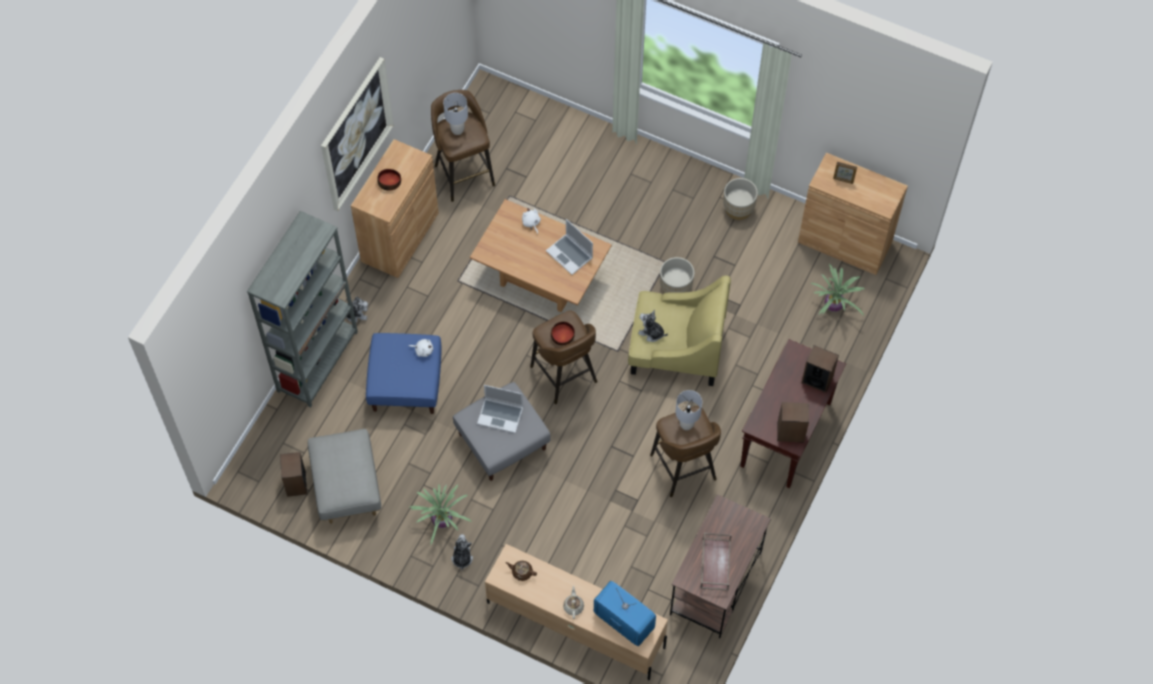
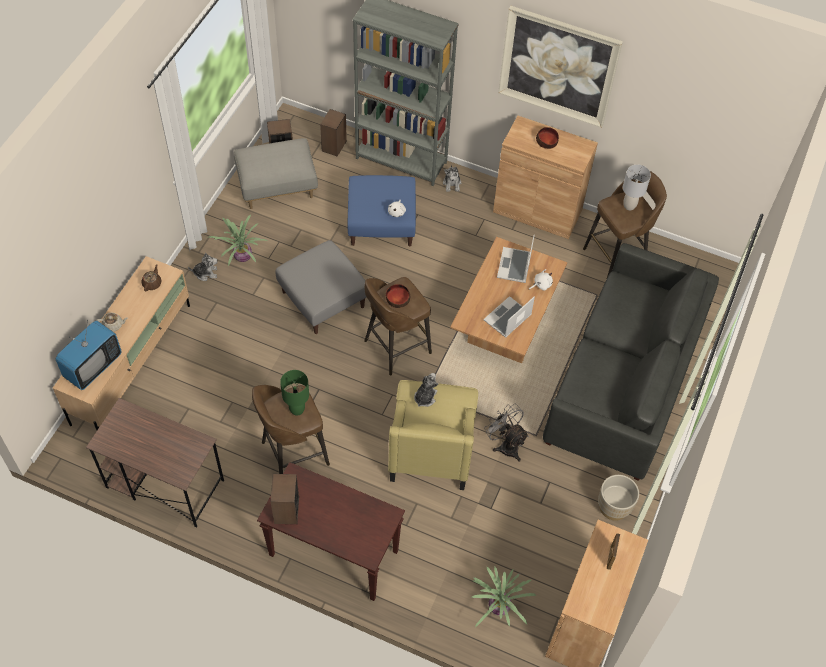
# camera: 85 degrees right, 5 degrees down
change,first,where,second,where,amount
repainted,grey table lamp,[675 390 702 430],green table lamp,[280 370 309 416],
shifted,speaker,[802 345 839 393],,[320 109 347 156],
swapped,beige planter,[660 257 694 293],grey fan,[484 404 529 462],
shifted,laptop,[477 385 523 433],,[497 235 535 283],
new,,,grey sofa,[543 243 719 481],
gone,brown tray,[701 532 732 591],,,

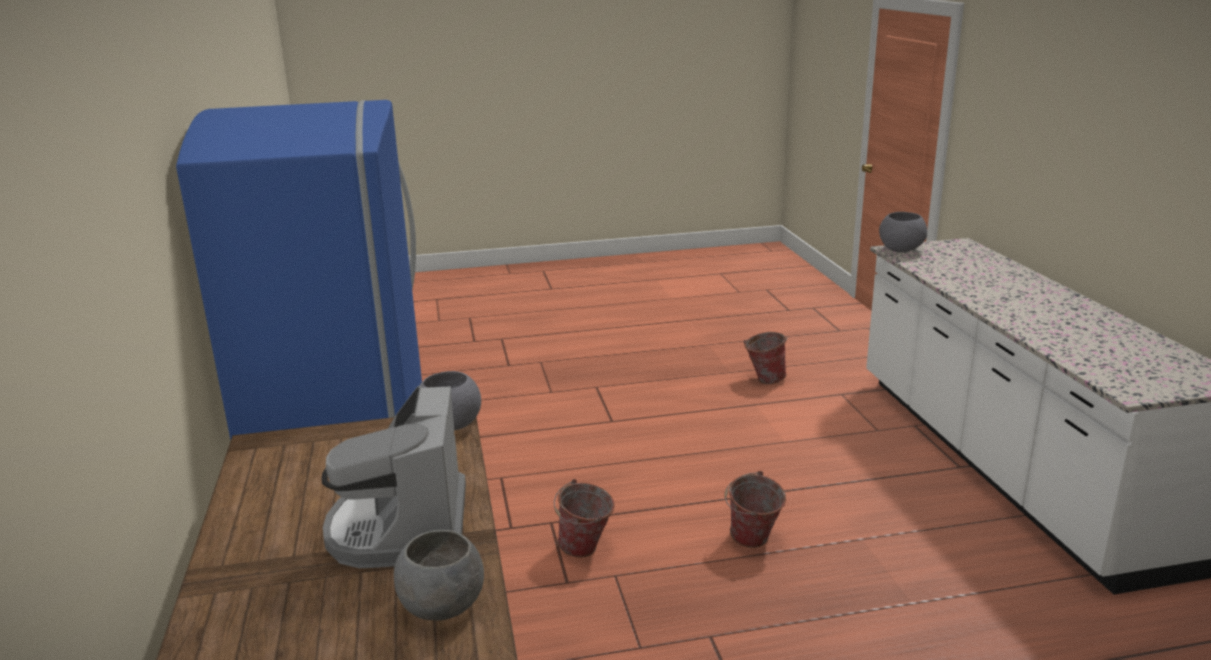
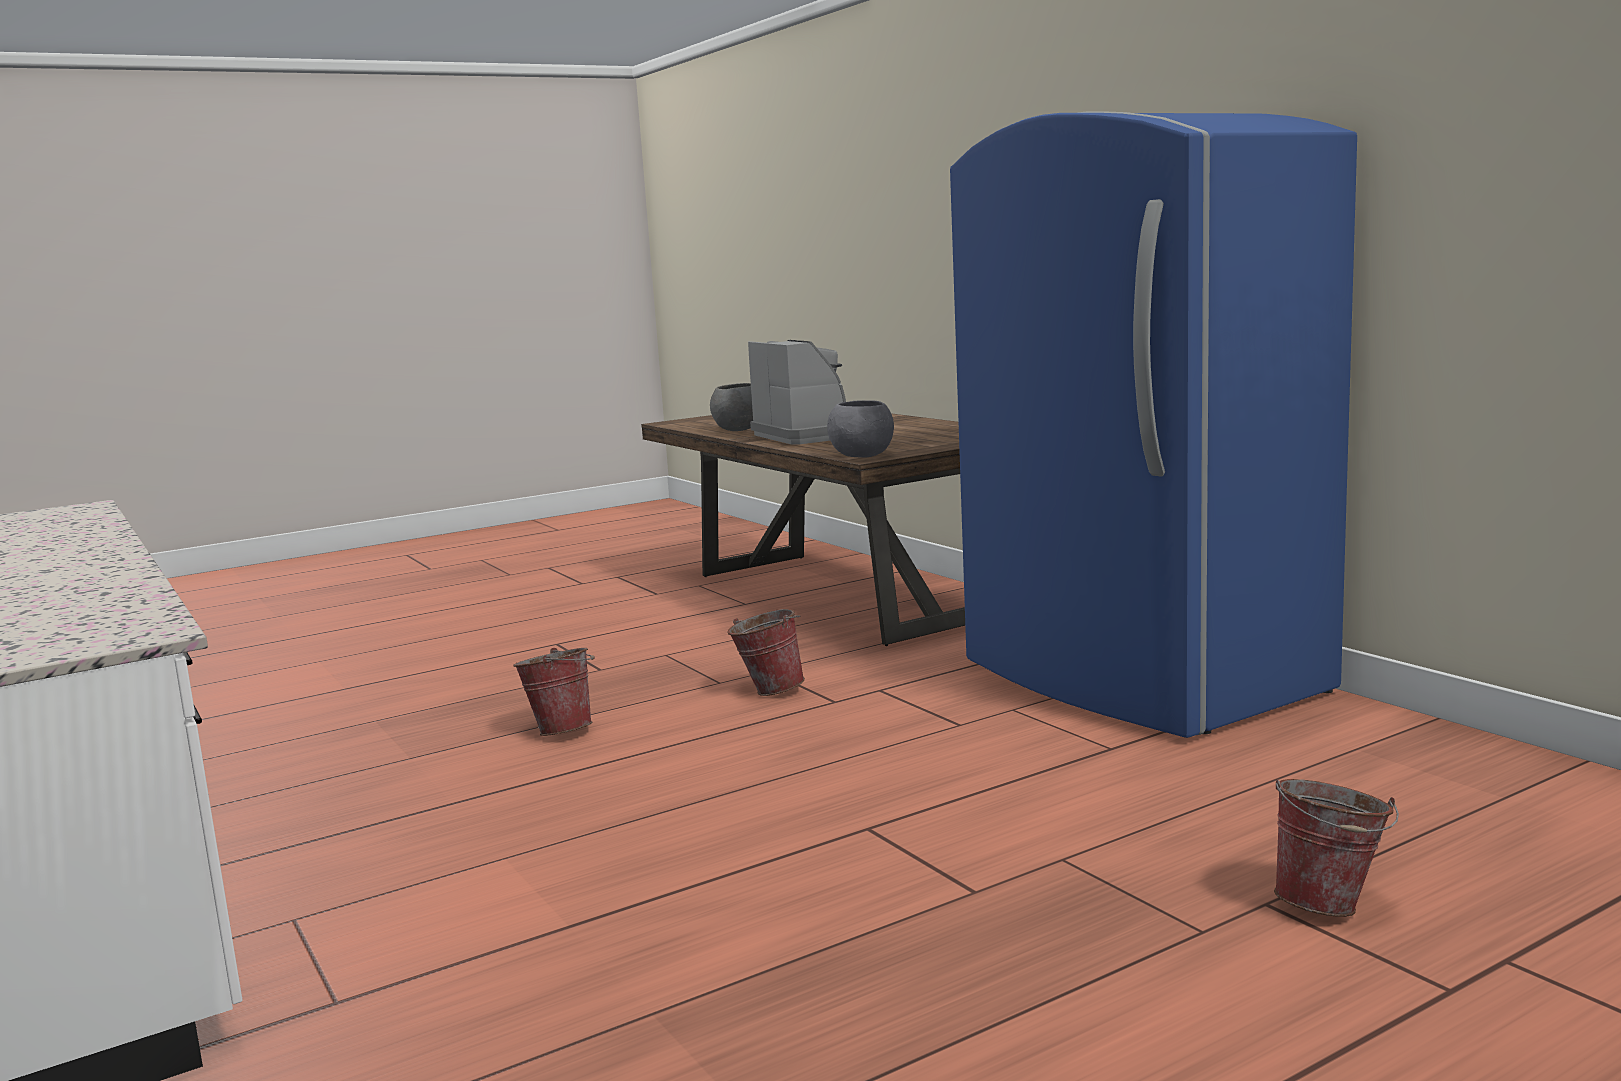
# camera: 160 degrees right, 10 degrees down
change,first,where,second,where,amount
shifted,bucket,[743 332 788 384],,[1274 779 1399 917],
gone,grey bowl,[879 212 927 253],,,

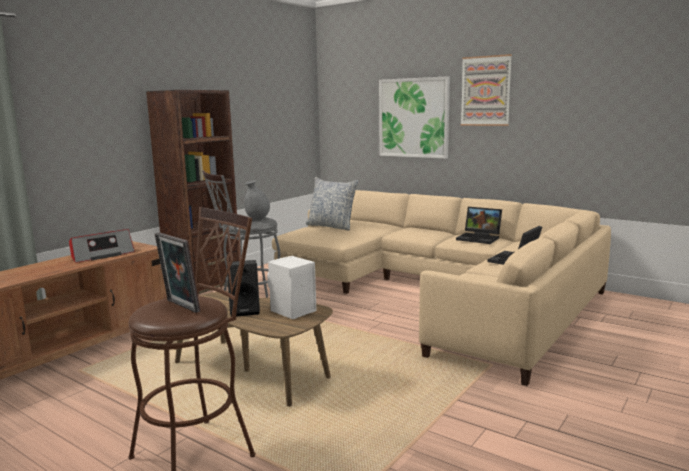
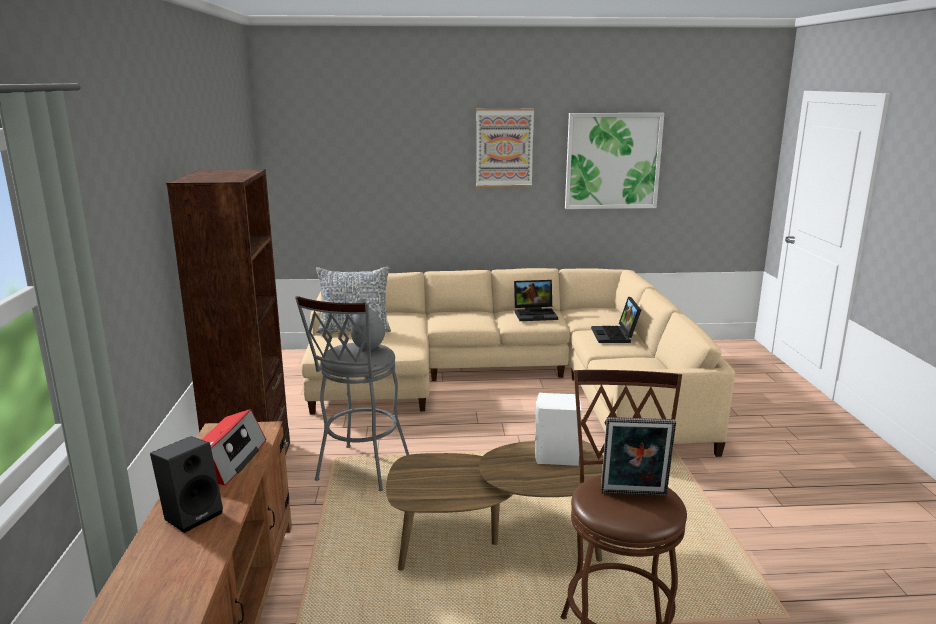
# camera: 40 degrees left, 5 degrees up
change,first,where,second,where,amount
shifted,black speaker,[227 260 260 317],,[150 436 223 533],
shifted,picture,[379 76 450 159],,[565 113 664 209],

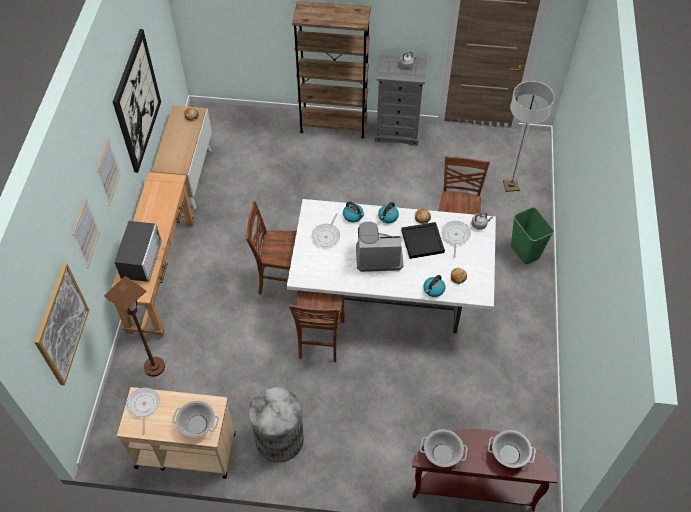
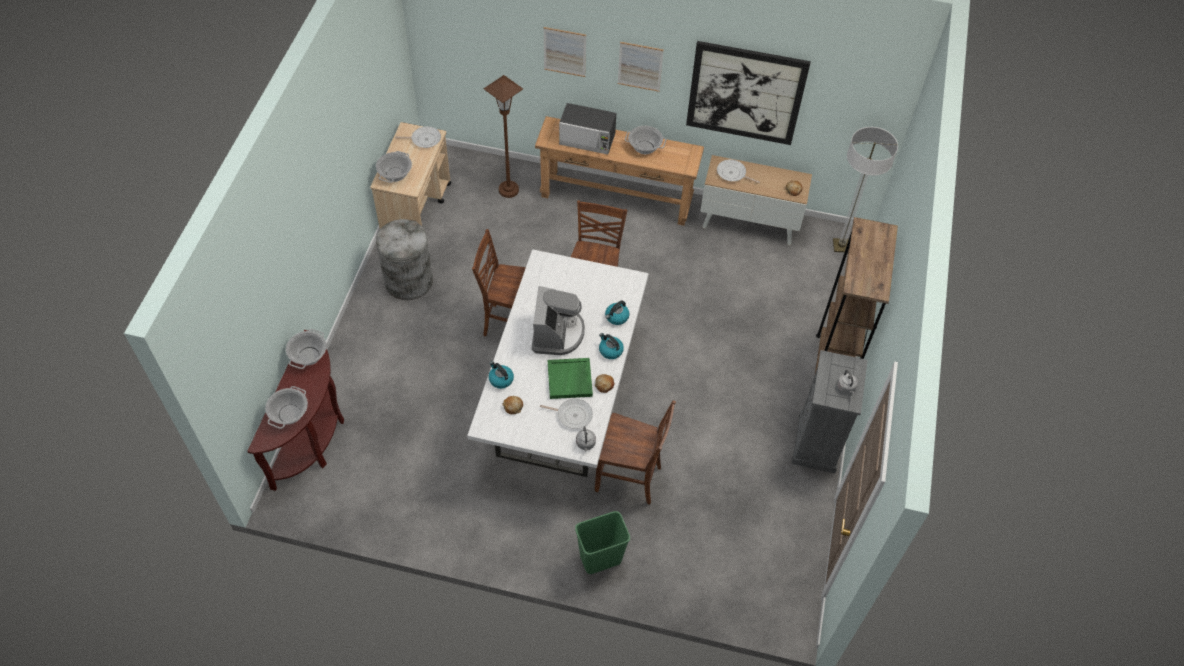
# camera: 95 degrees right, 0 degrees up
change,first,where,second,where,amount
repainted,black tray,[401 222 445 259],green tray,[548 358 593 399],
new,,,cooking pot,[625 126 666 154],
shifted,frying pan,[312 213 340 247],,[717 159 760 183],
shifted,floor lamp,[503 81 554 192],,[833 127 898 252],
gone,picture,[34 263 89 385],,,

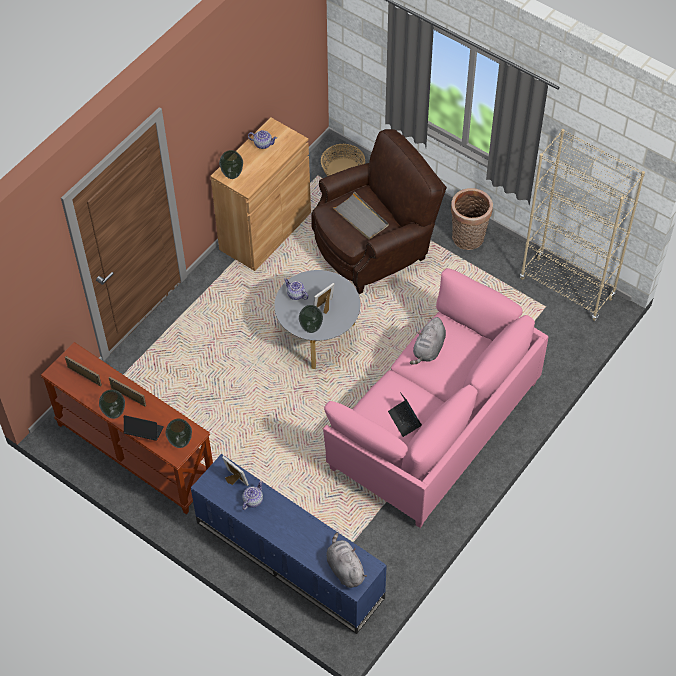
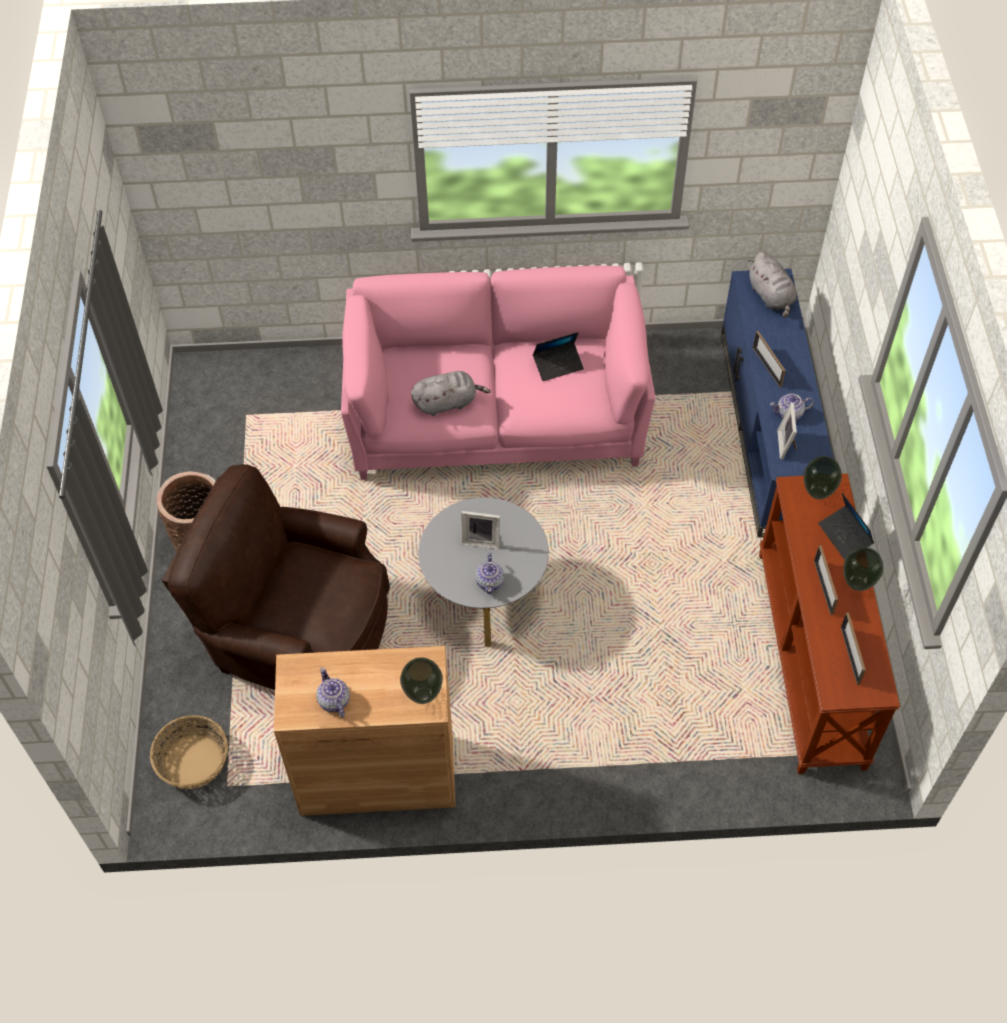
# camera: 130 degrees left, 0 degrees up
change,first,where,second,where,amount
rotated,laptop,[388 392 422 437],,[533 332 584 381],45 degrees clockwise
rotated,grey plush toy,[326 532 367 588],,[748 252 797 318],45 degrees counterclockwise
new,,,picture frame,[753 331 786 388],
gone,vase,[299 305 323 333],,,
gone,grey tray,[332 192 389 240],,,
gone,beige bookcase,[520 129 645 321],,,

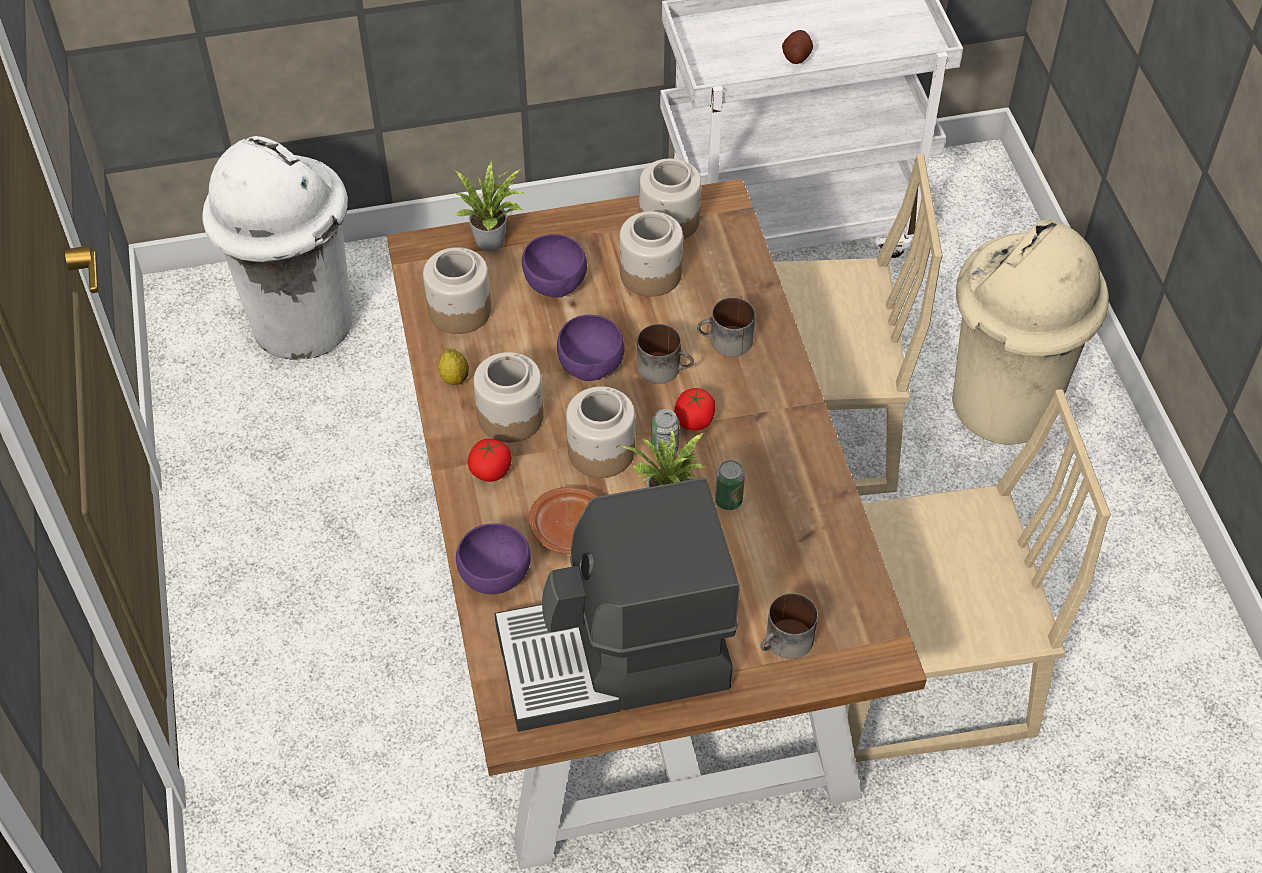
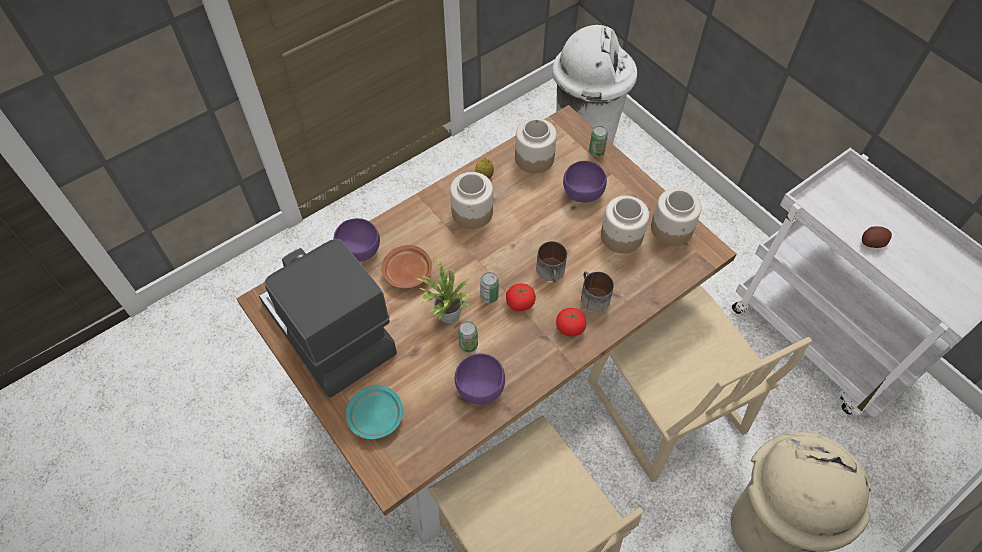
# camera: 65 degrees right, 5 degrees up
change,first,where,second,where,amount
swapped,mug,[760 593 818 659],turquoise plate,[346 385 403 439],
shifted,purple bowl,[557 315 624 381],,[455 354 505 404],
shifted,tomato,[468 439 512 482],,[556 308 586 337],
swapped,potted plant,[454 162 526 251],can,[589 126 608 157],
gone,jar,[566 386 635 478],,,

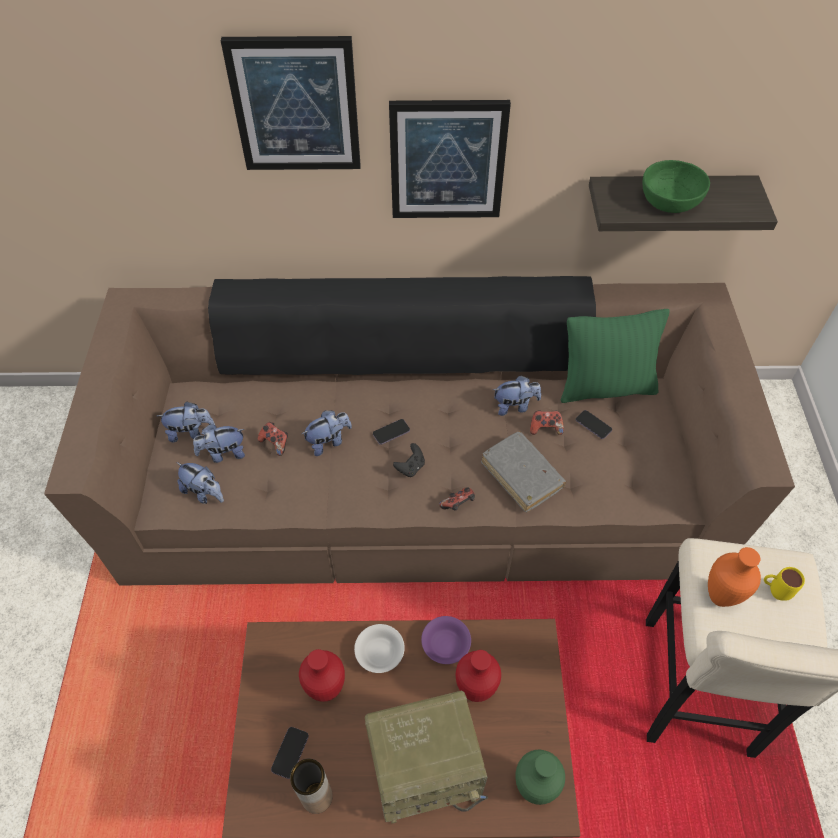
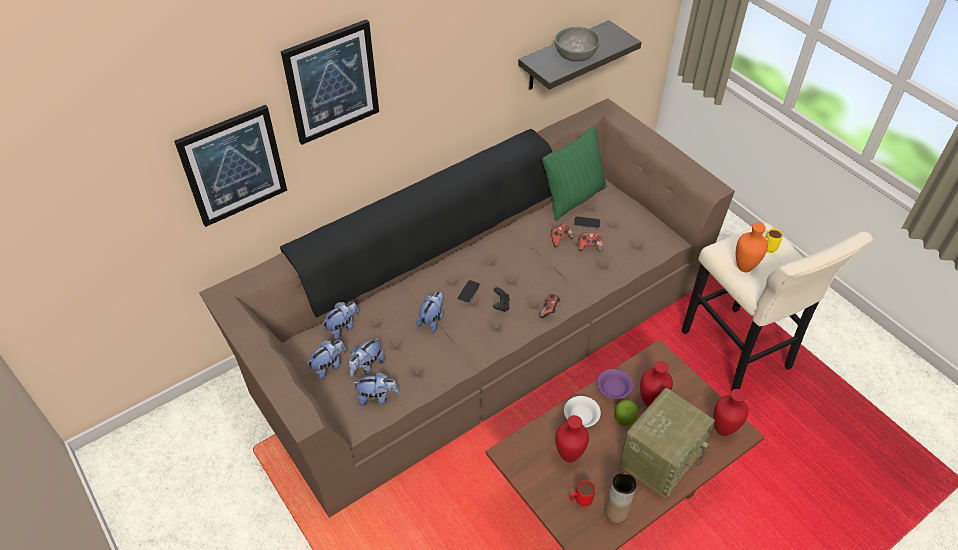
# camera: 35 degrees left, 5 degrees down
change,first,where,second,where,amount
shifted,picture,[389 100 511 218],,[174 105 287 227],
shifted,plush toy,[493 376 541 416],,[322 302 359 340],
repainted,green bowl,[642 160 710 213],grey bowl,[555 27 600 62],
swapped,phone,[271 727 309 779],red mug,[569 480 595 507],
shifted,game controller,[258 422 288 456],,[578 233 603 252],
new,,,apple,[615 399 639 426],
repainted,green vase,[515 750 565 805],red vase,[713 389 748 436],
gone,grey book,[481 431 566 512],,,

